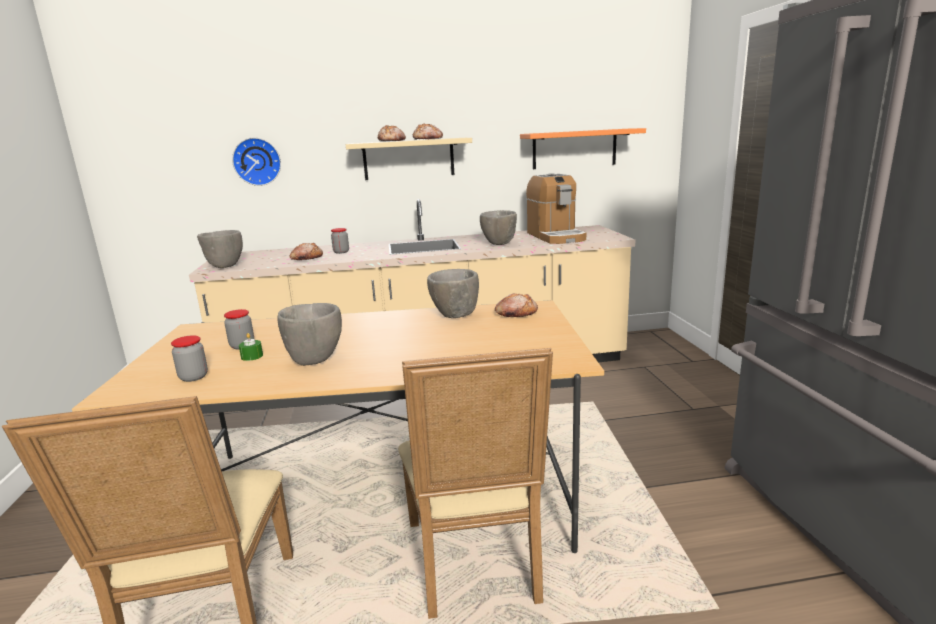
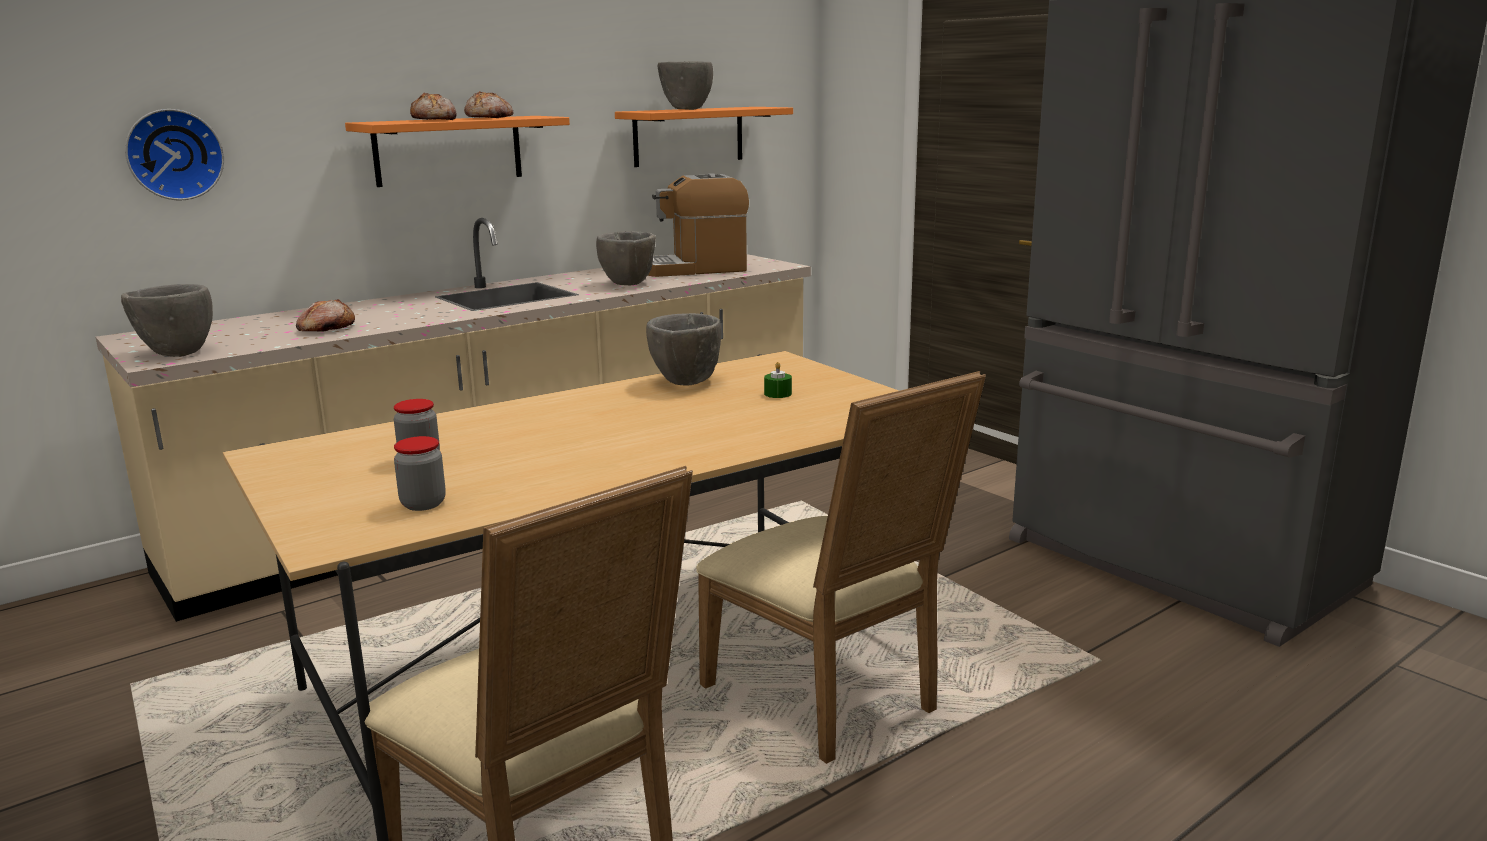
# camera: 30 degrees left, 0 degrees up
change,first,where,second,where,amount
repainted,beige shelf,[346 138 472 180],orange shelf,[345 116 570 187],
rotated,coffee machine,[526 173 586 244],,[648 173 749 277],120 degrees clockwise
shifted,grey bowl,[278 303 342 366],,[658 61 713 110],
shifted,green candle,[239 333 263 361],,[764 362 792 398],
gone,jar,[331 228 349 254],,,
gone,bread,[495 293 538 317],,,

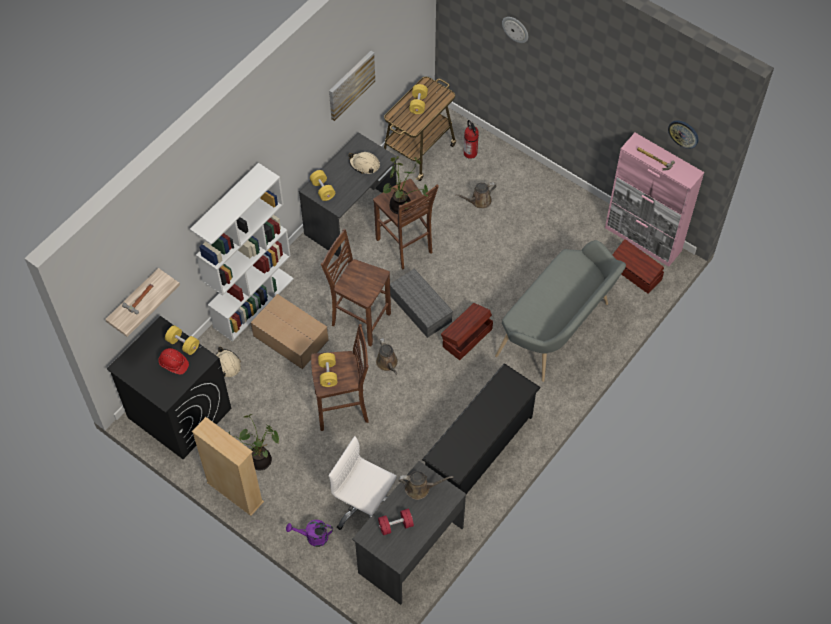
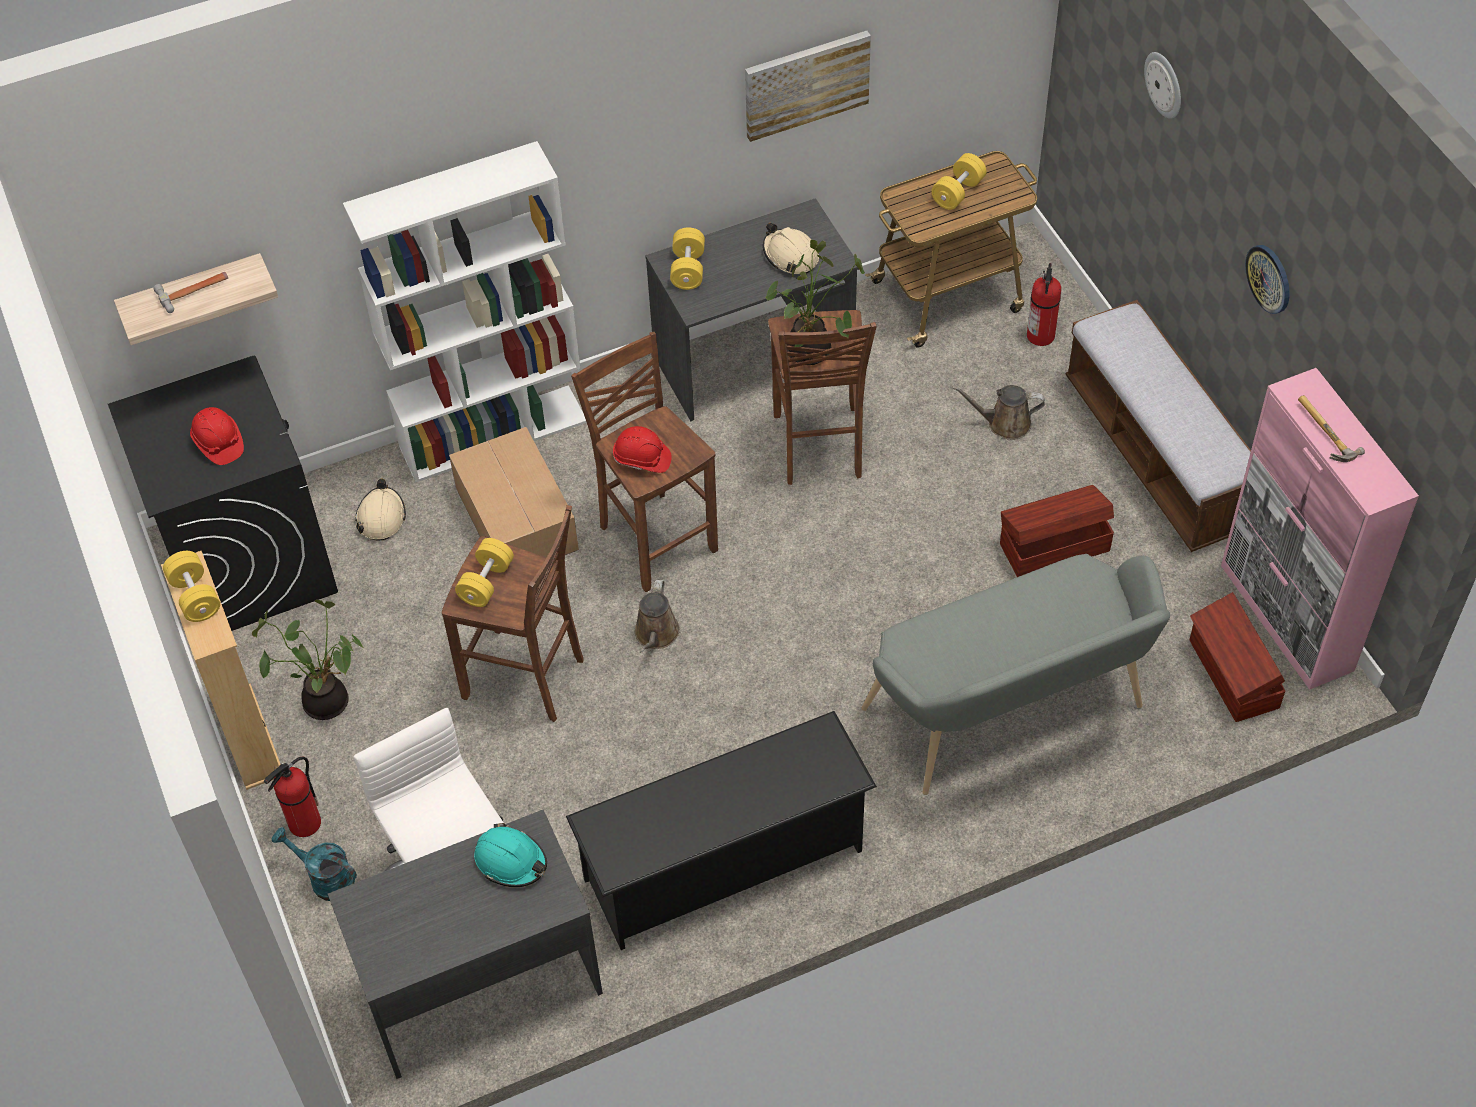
# camera: 30 degrees right, 5 degrees down
change,first,where,second,where,amount
shifted,yellow dumbbell,[165 325 199 355],,[163 551 220 622],
new,,,fire extinguisher,[264 757 321 837],
repainted,purple watering can,[286 520 333 547],turquoise watering can,[272 827 357 901],
swapped,brown watering can,[398 471 453 500],turquoise hard hat,[474 823 547 887],
new,,,red hard hat,[613 426 672 473],
shifted,brown storage box,[441 303 493 360],,[1000 485 1114 577],
new,,,bench,[1065 300 1251 552],
shifted,wall clock,[668 120 698 149],,[1245 245 1290 314],
gone,red dumbbell,[378 509 414 535],,,
gone,grey storage box,[390 268 453 338],,,

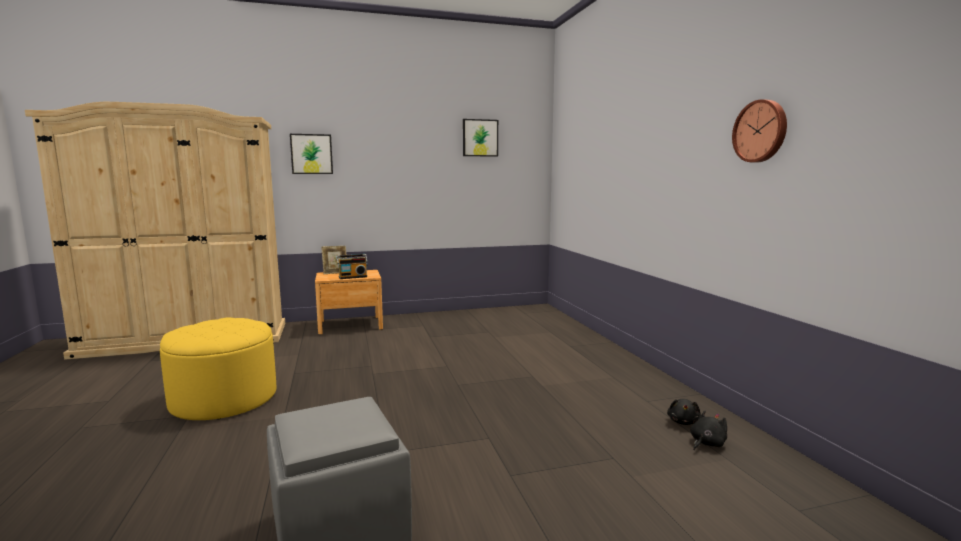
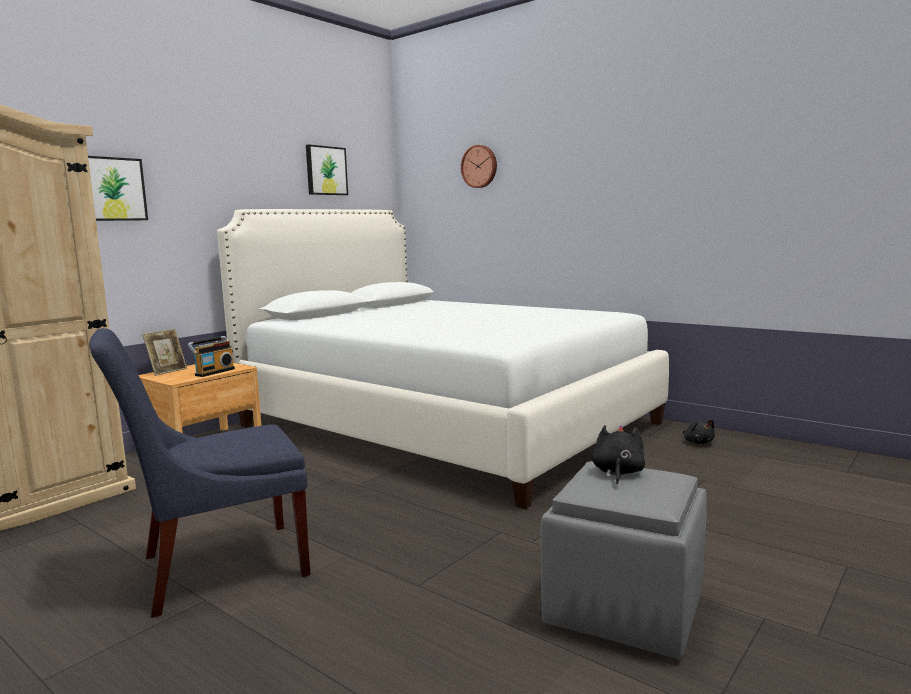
# camera: 35 degrees left, 0 degrees up
change,first,where,second,where,amount
swapped,yellow ottoman,[160 318 276 420],blue chair,[89 328 311 618],
new,,,white bed,[217 209 669 509],
shifted,wall clock,[732 99 787 162],,[461 145 497 188],
shifted,black plush toy,[690 410 727 450],,[592 425 645 485],

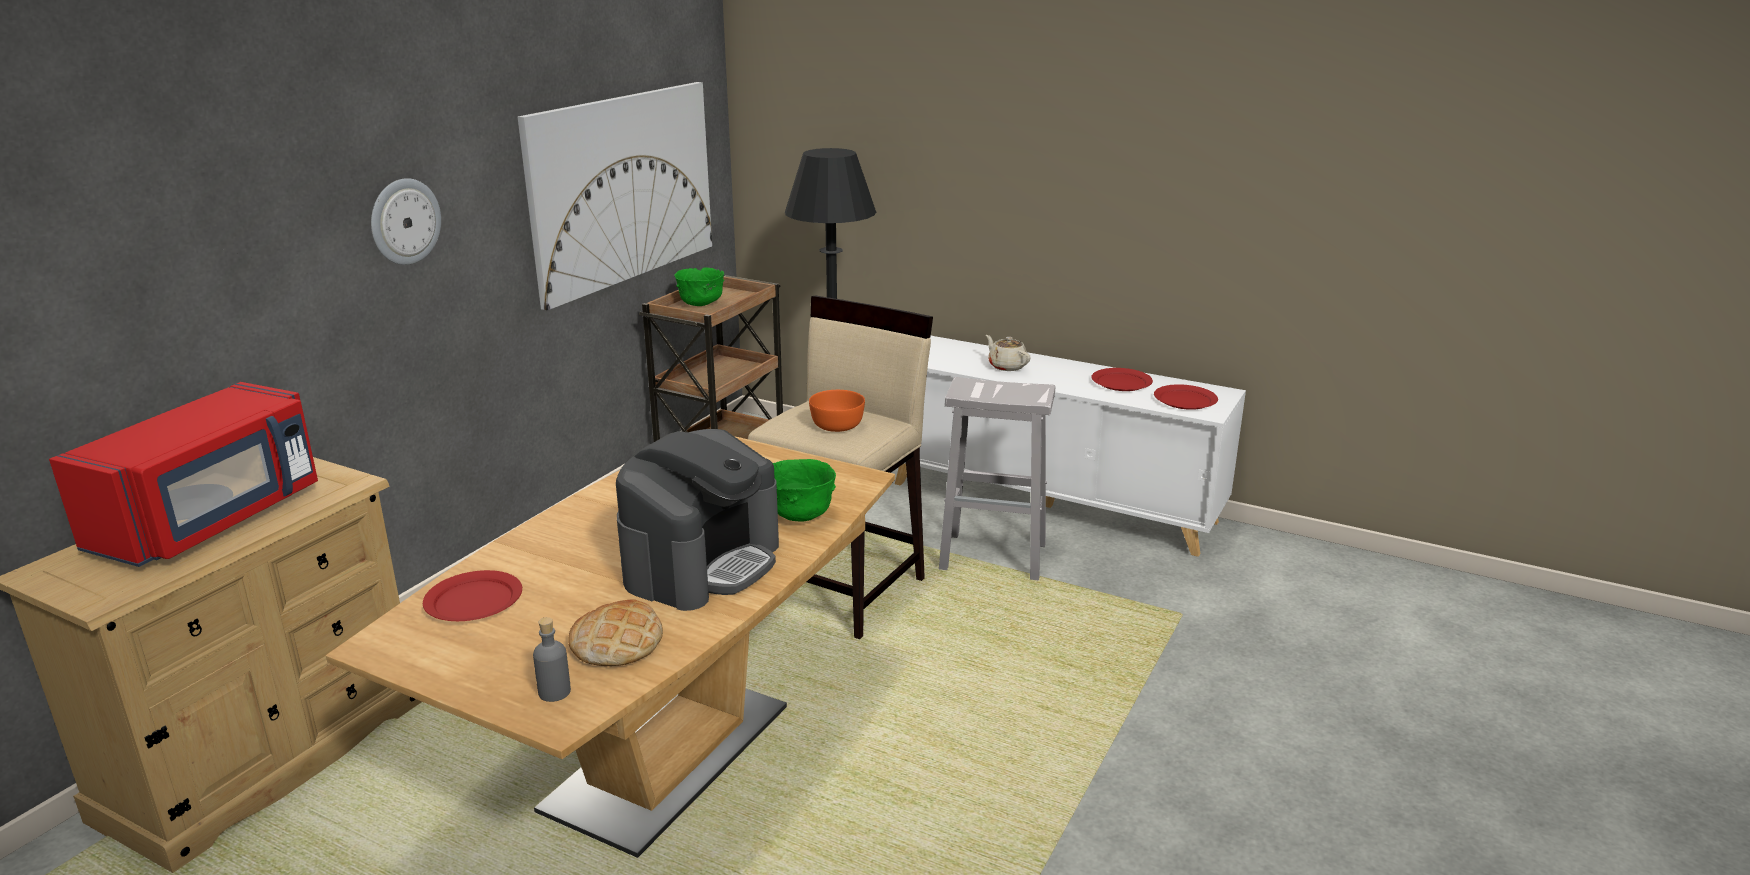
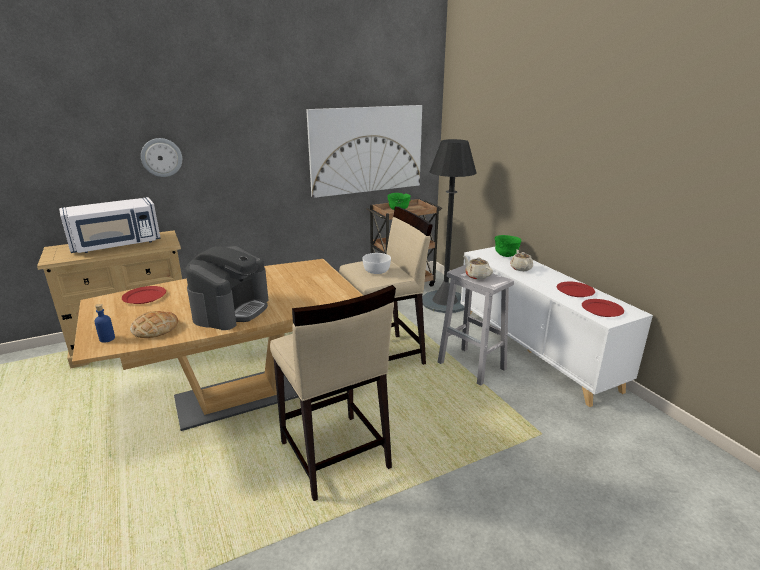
# camera: 35 degrees right, 0 degrees up
change,first,where,second,where,amount
repainted,red microwave,[49 382 318 567],white microwave,[59 197 161 253],
repainted,grey bottle,[533 617 571 702],blue bottle,[94 304 115 343],
shifted,wall clock,[371 178 441 265],,[141 138 182 177],
rotated,coffee machine,[616 429 779 611],,[185 246 268 330],45 degrees counterclockwise
new,,,beige stool,[270 285 396 501],
repainted,orange bowl,[809 390 865 432],white bowl,[362 253 391 274],
new,,,beige teapot,[463 256 493 280],
shifted,green bowl,[773 459 836 521],,[494 235 521 257],

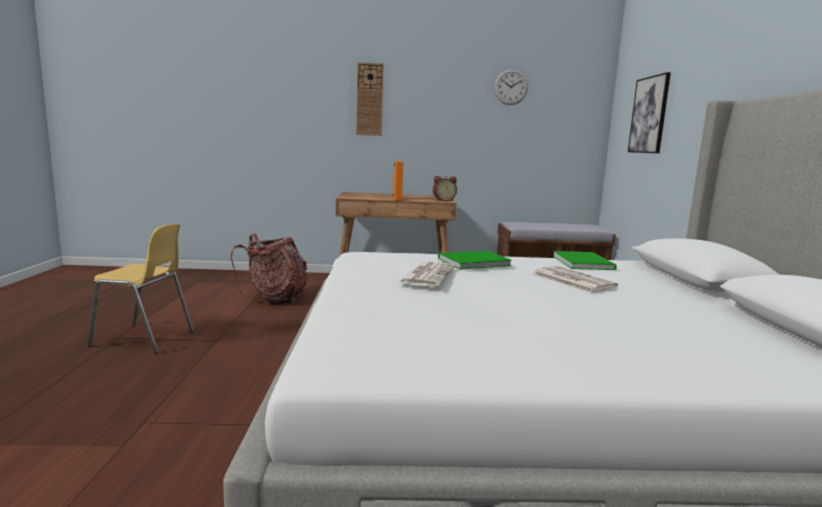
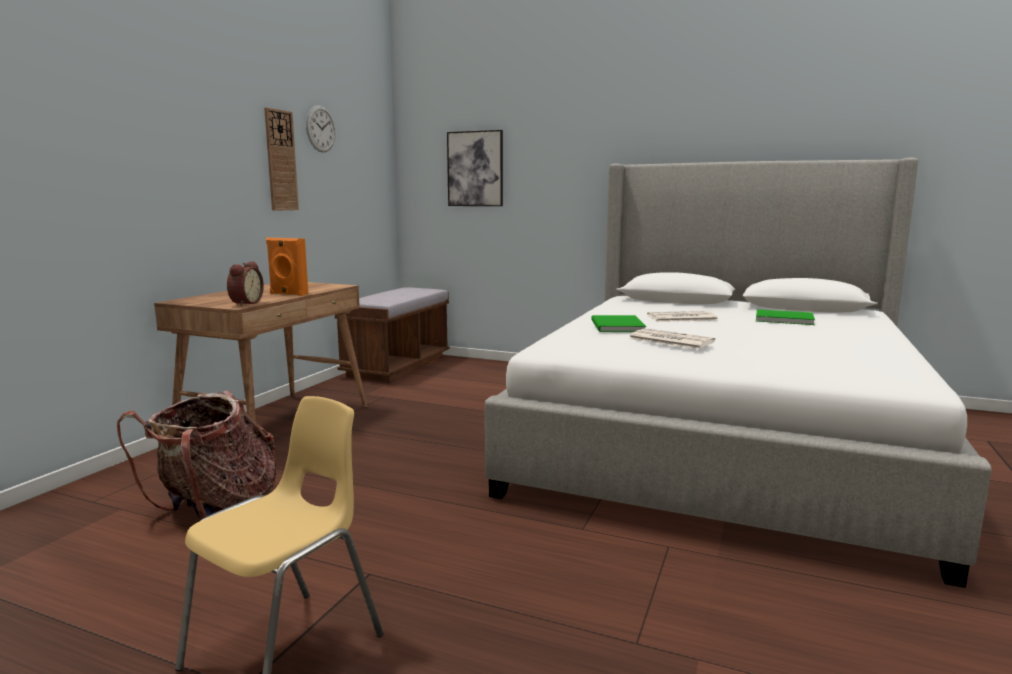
# camera: 65 degrees left, 0 degrees up
change,first,where,second,where,amount
shifted,alarm clock,[433 176 457 201],,[227 261 264 306],
shifted,wall clock,[356 62 384 136],,[264 107 299 211],
shifted,green book,[553 251 617 270],,[756 309 815 325],

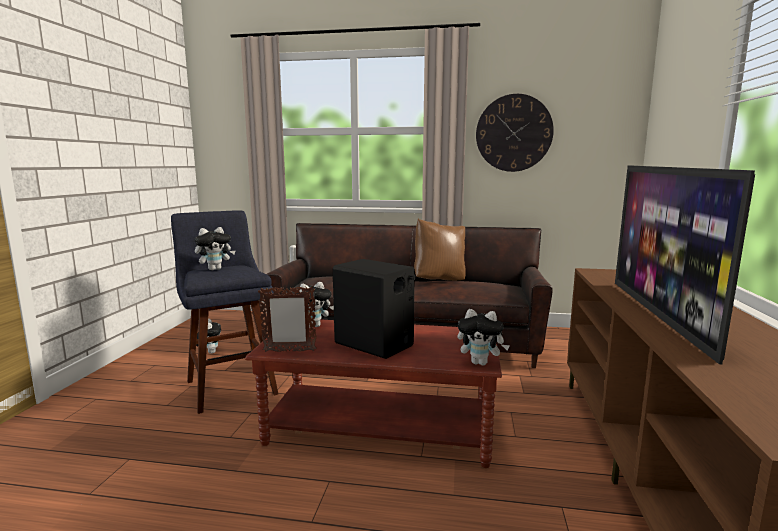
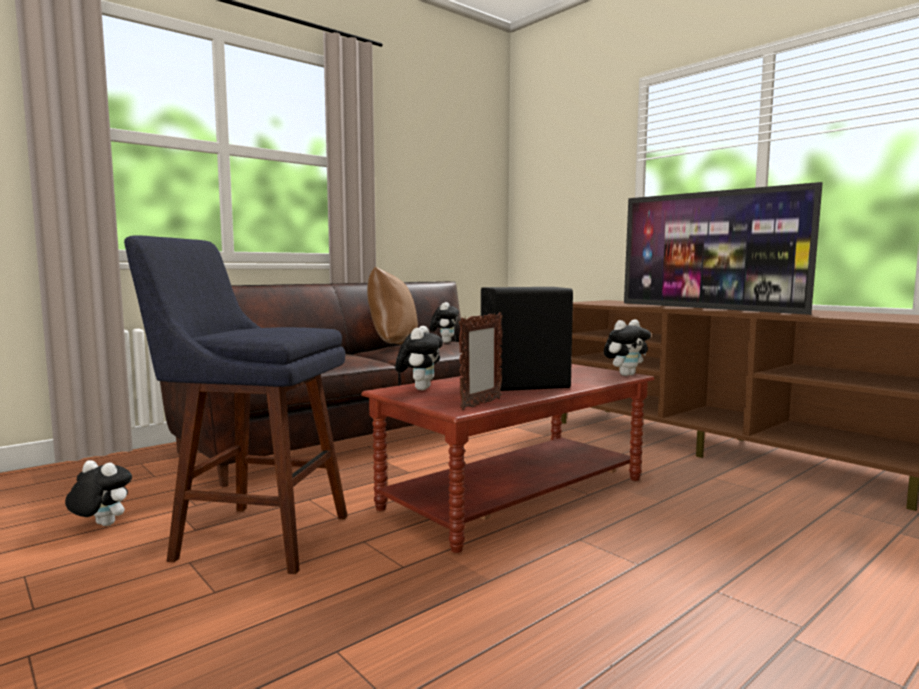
# camera: 50 degrees left, 5 degrees down
change,first,where,second,where,amount
shifted,plush toy,[194 227 236 270],,[430 302 459 343],
gone,wall clock,[476 94 554 172],,,

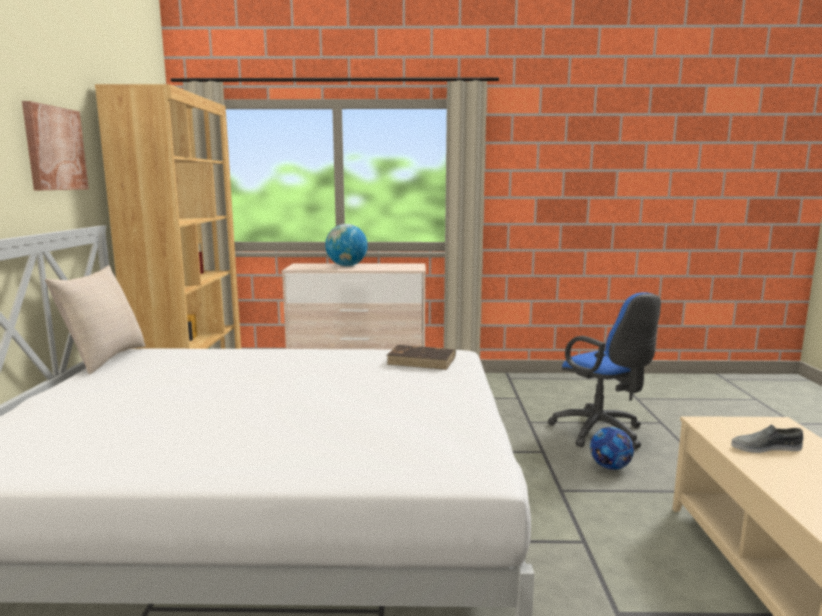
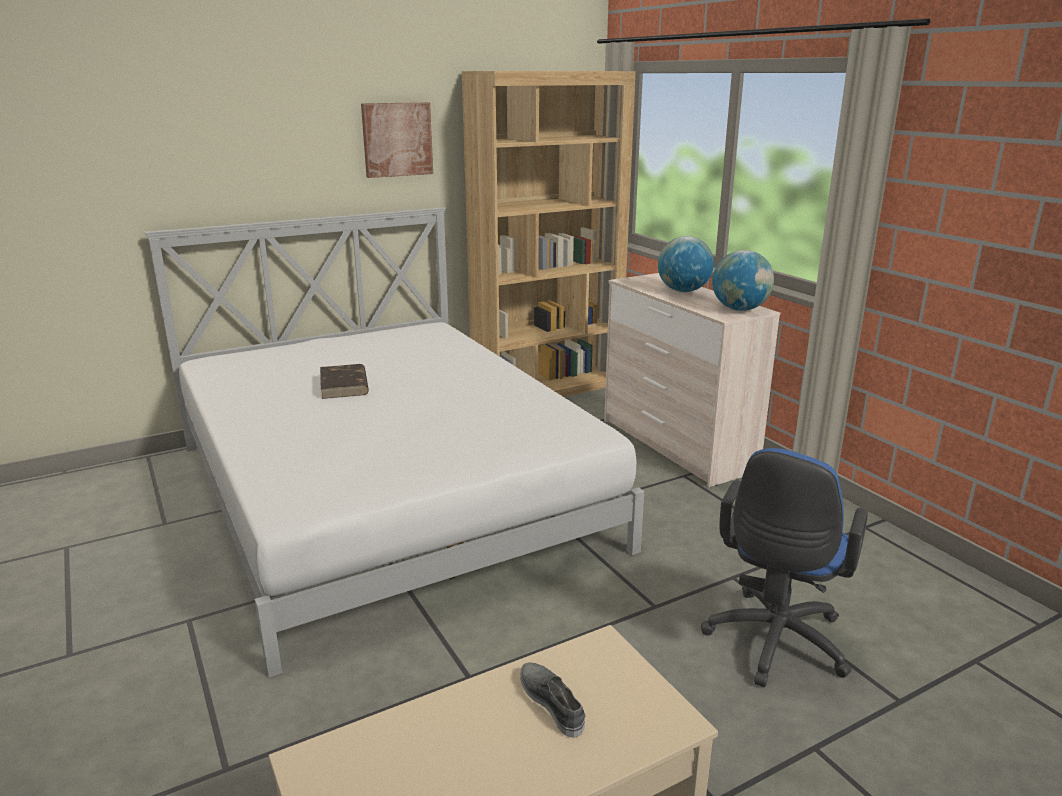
# camera: 60 degrees right, 10 degrees up
change,first,where,second,where,amount
shifted,brown book,[387 345 456 370],,[320 364 369 399],
new,,,globe,[712 250 774 311],
gone,beige pillow,[45 265 146 375],,,
gone,football,[590 427 634 470],,,

